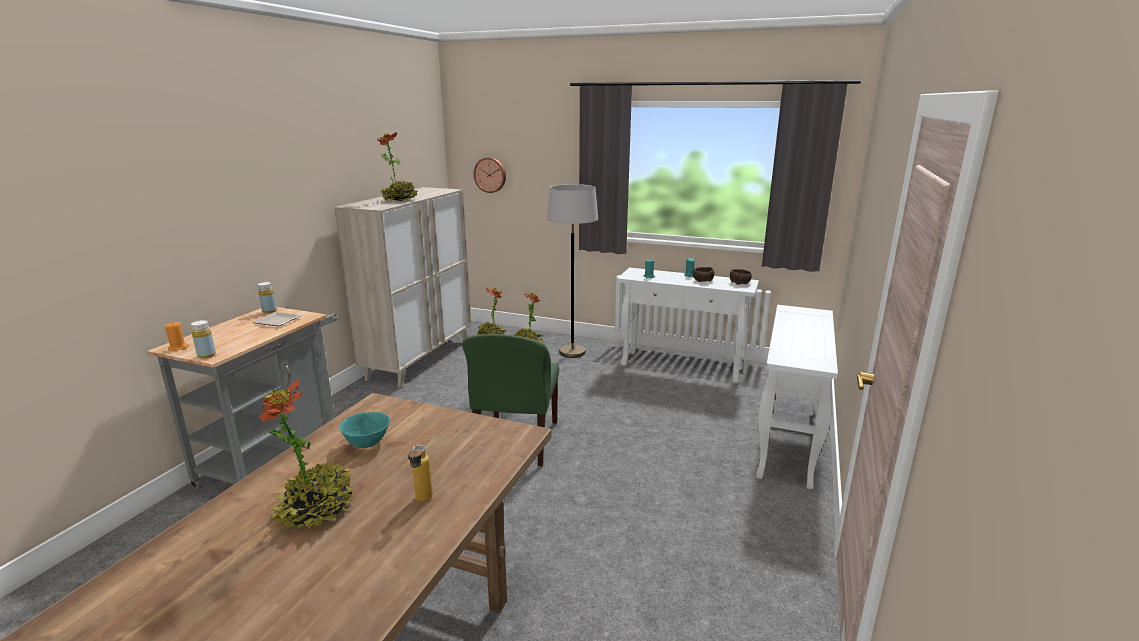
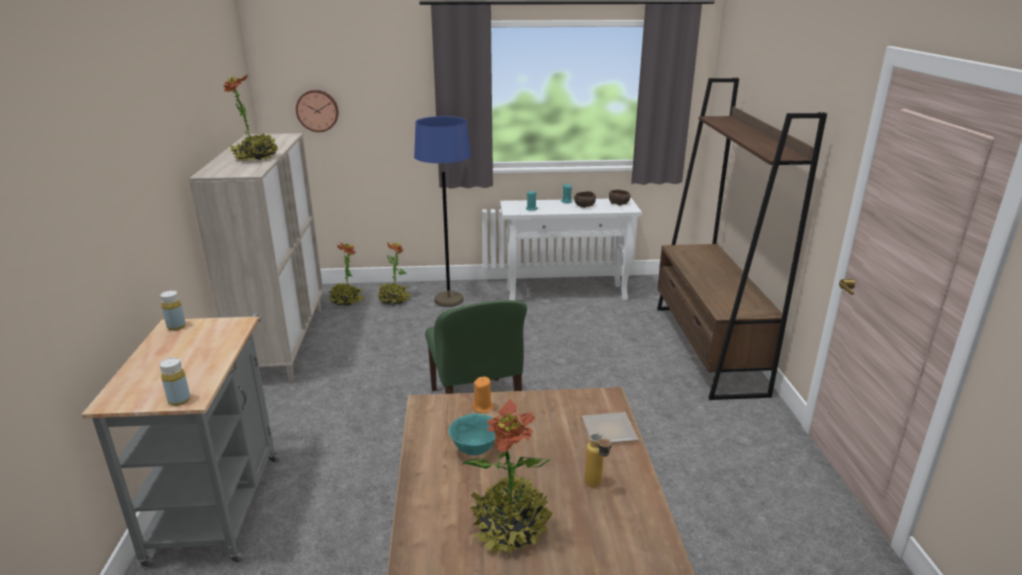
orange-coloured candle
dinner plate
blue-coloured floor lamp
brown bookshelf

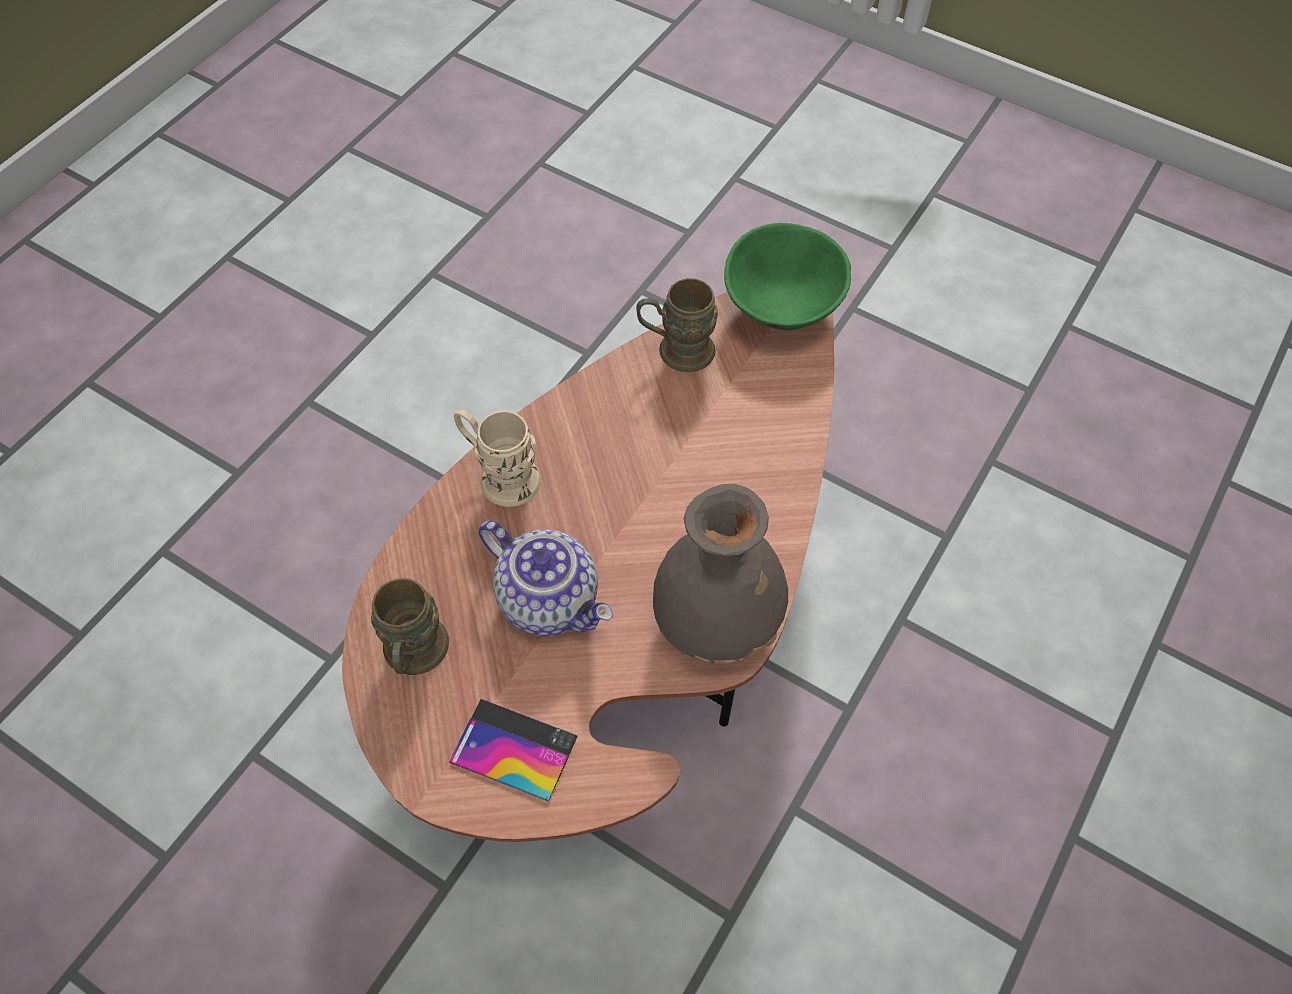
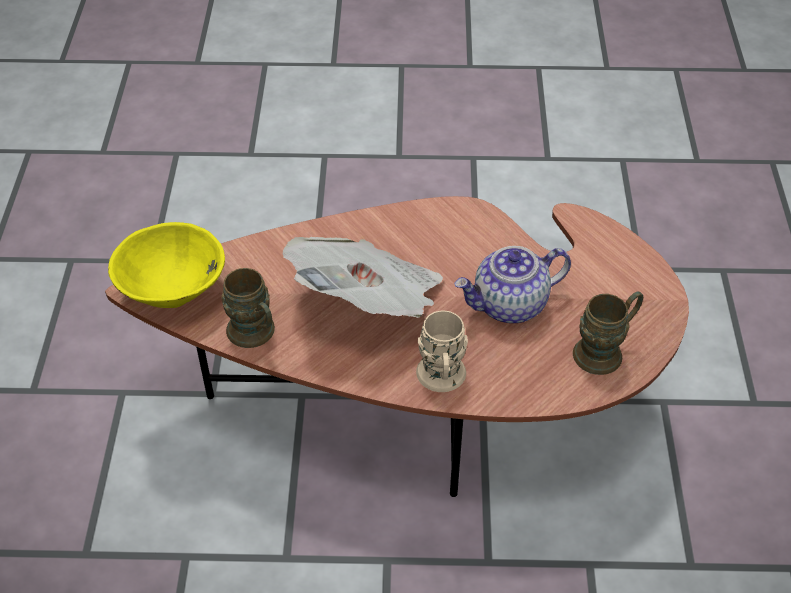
phone
teapot
greyish vase
yellow bowl
newspaper

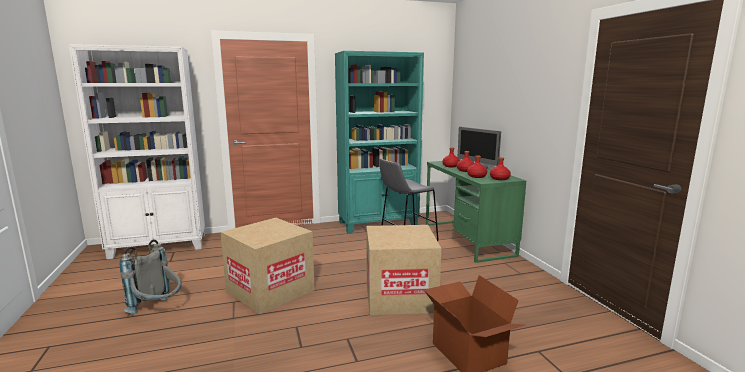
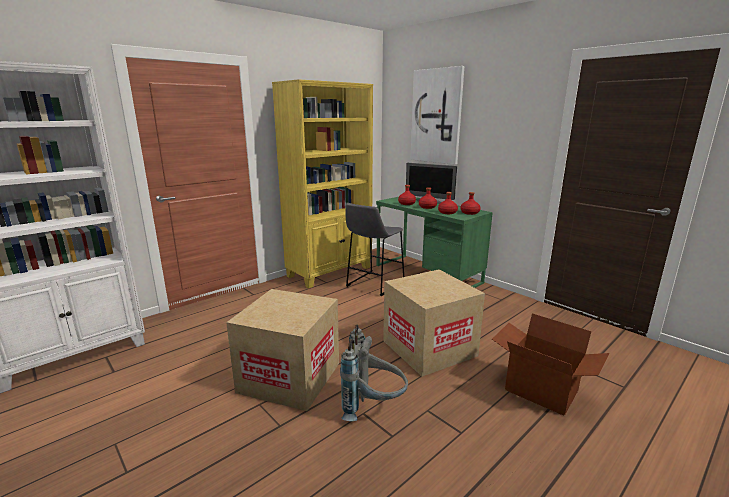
greyish rucksack
yellow bookshelf
wall art

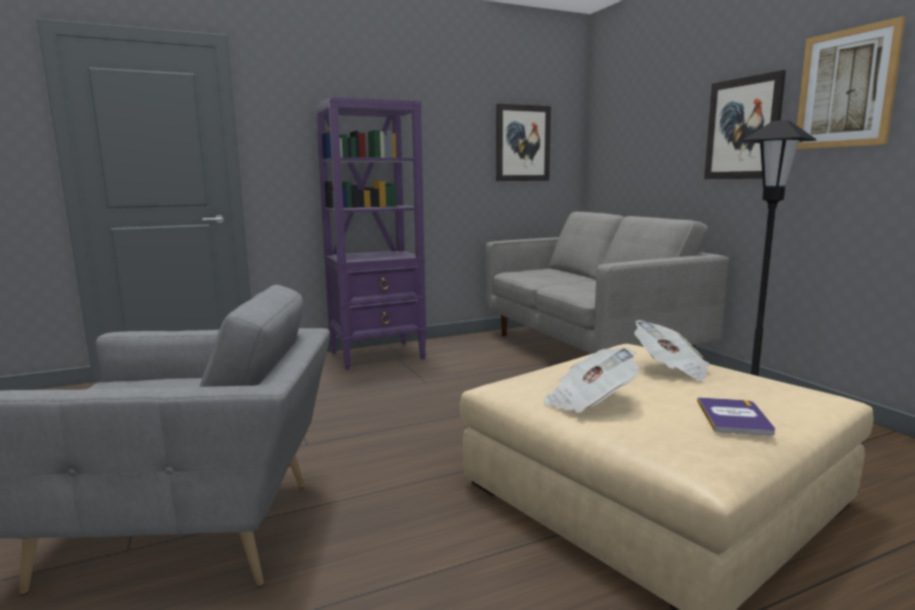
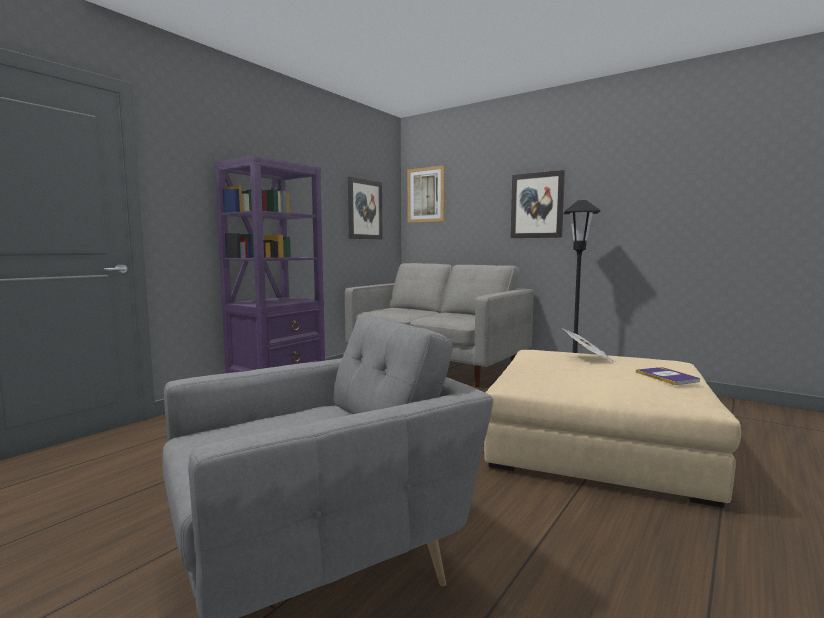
newspaper (1st from left in the first image)
wall art (2nd from left)

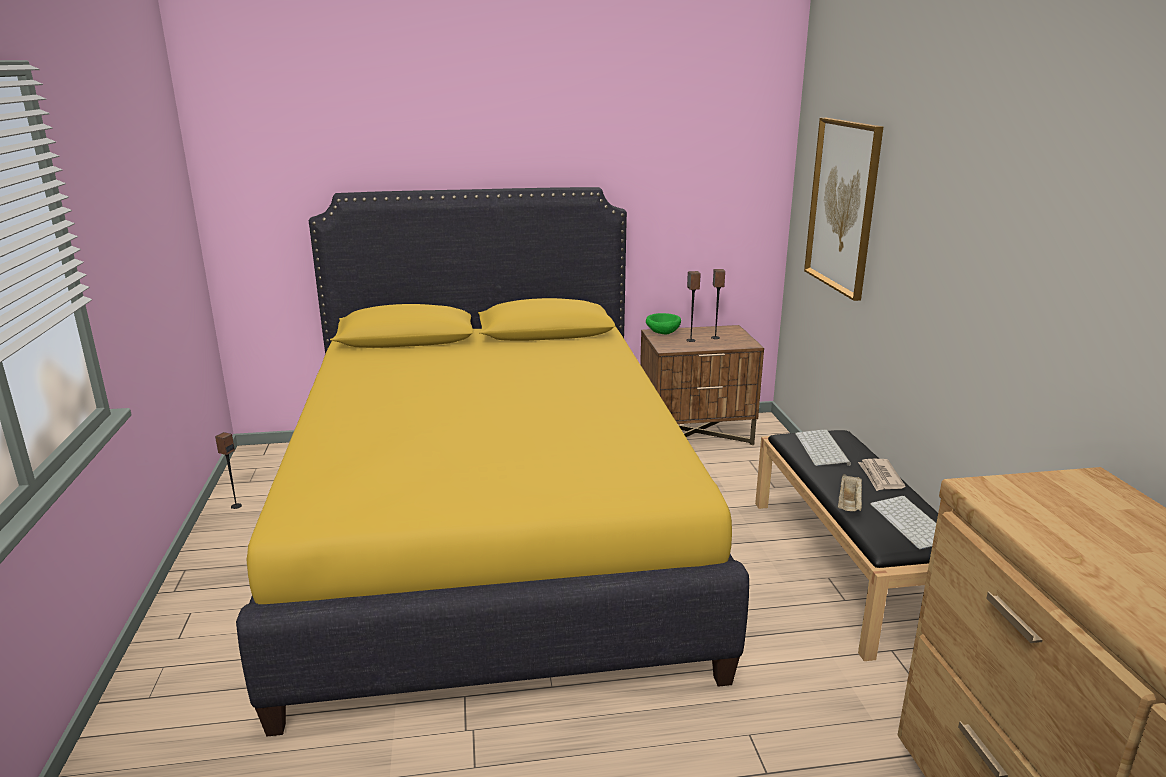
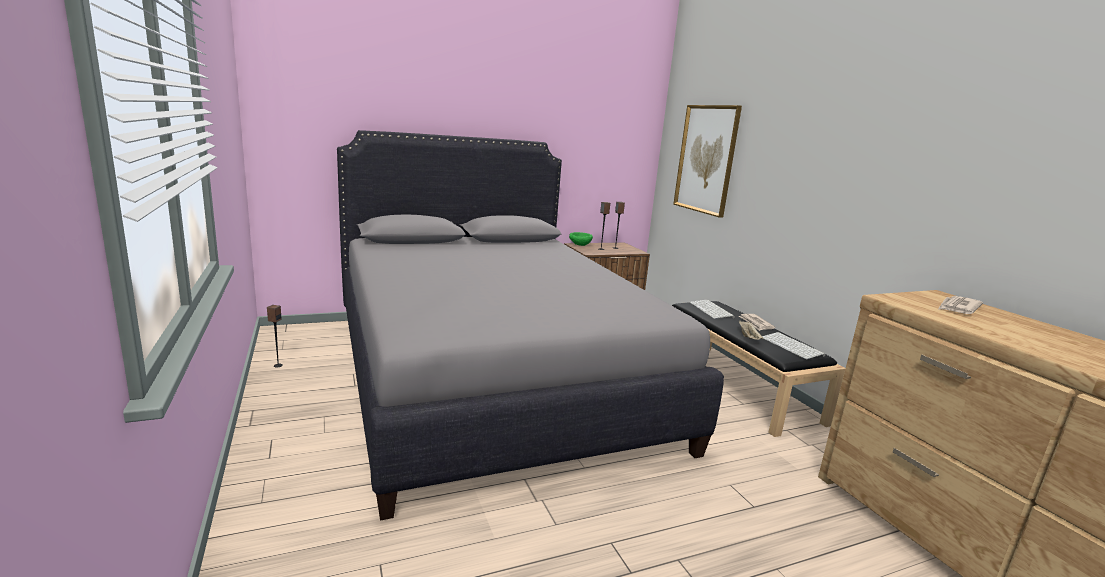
greyish sleeping bed
newspaper (2nd from left)

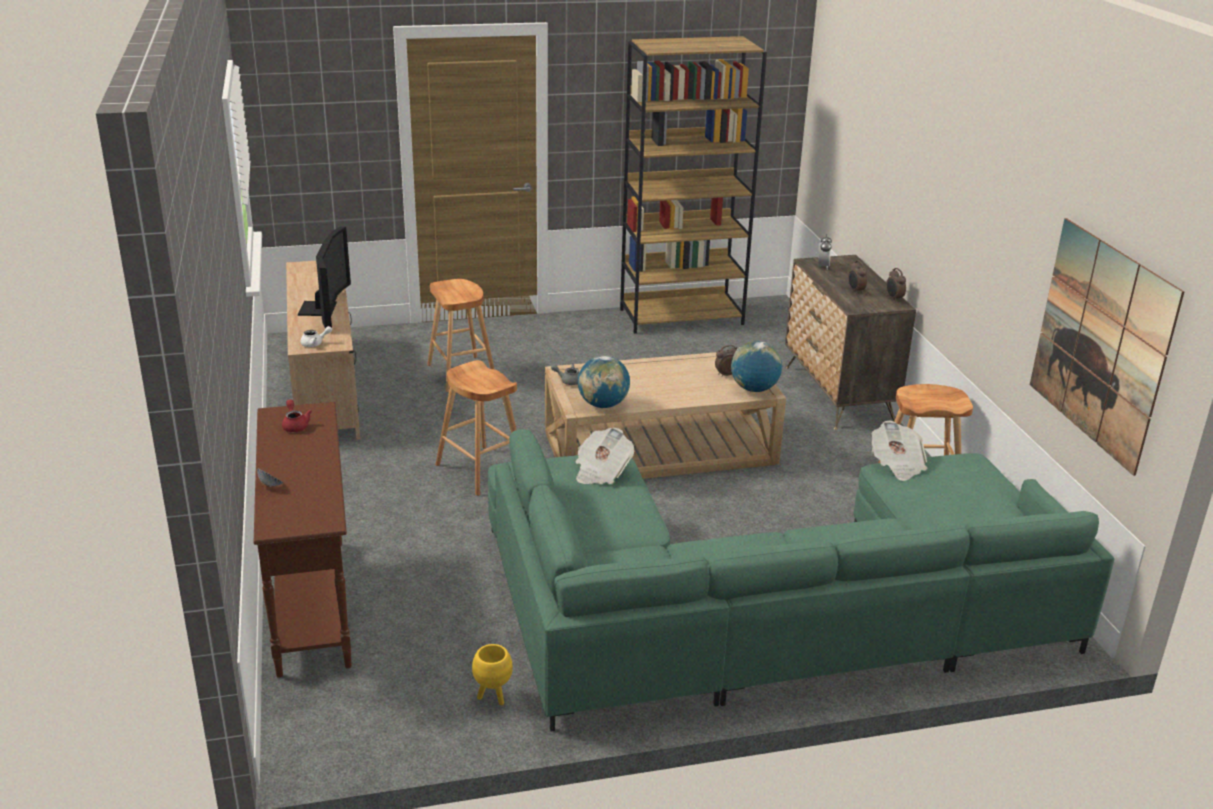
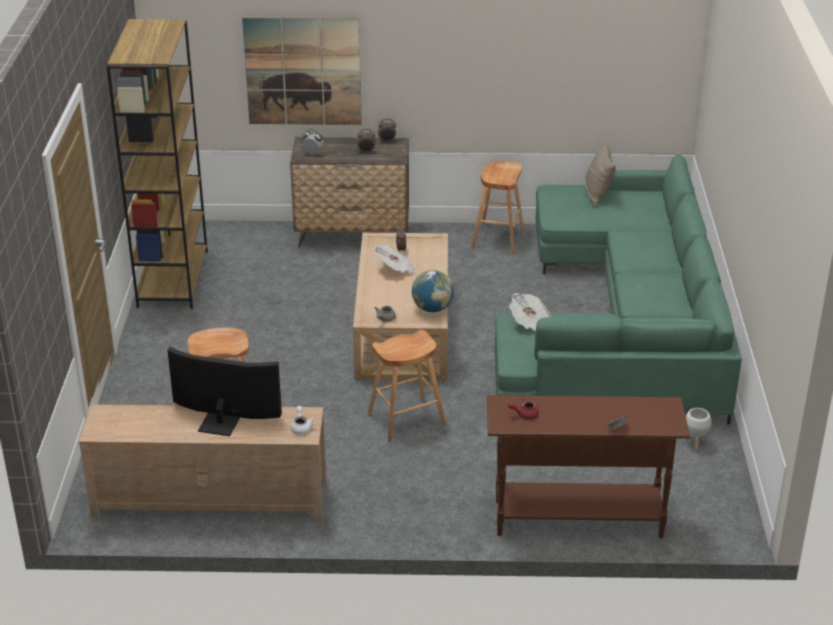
white-coloured flower pot
globe (2nd from left in the first image)
newspaper (1st from left)
wall art
beige-coloured throw pillow

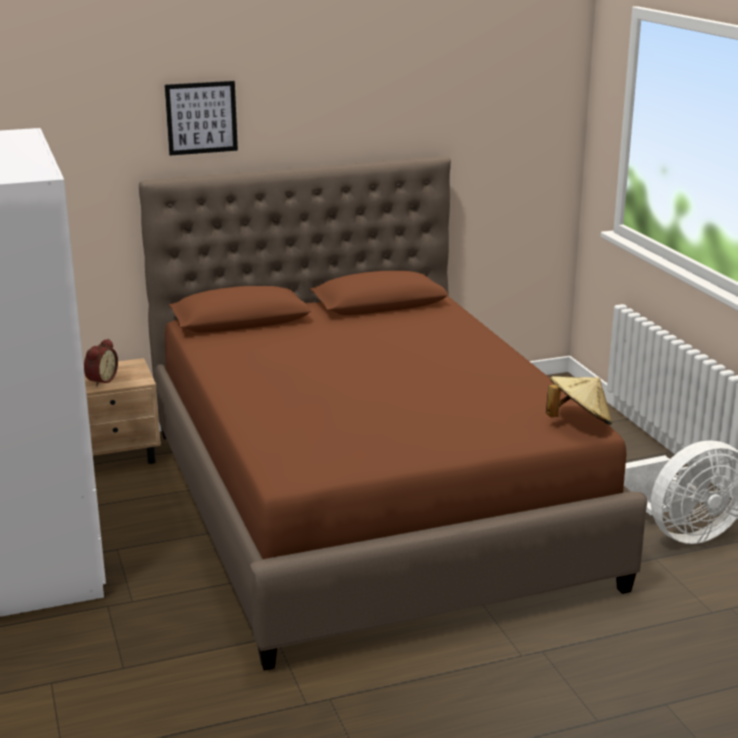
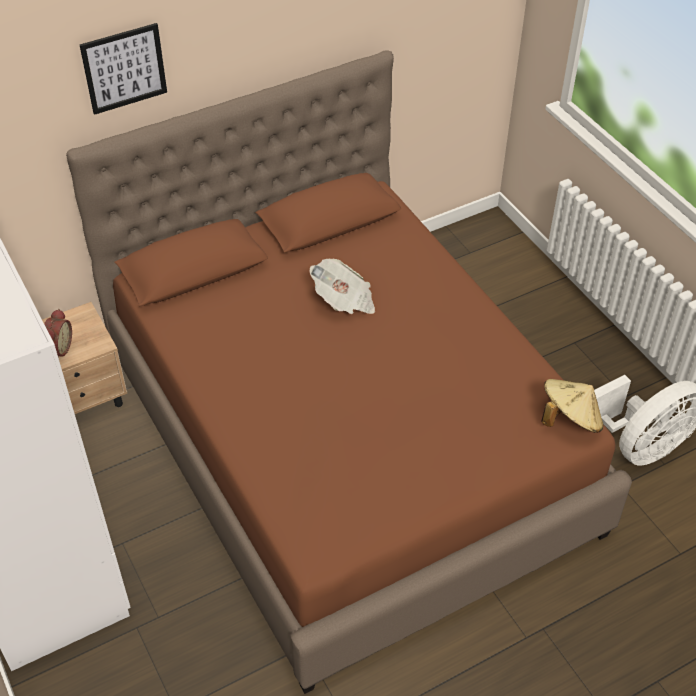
newspaper

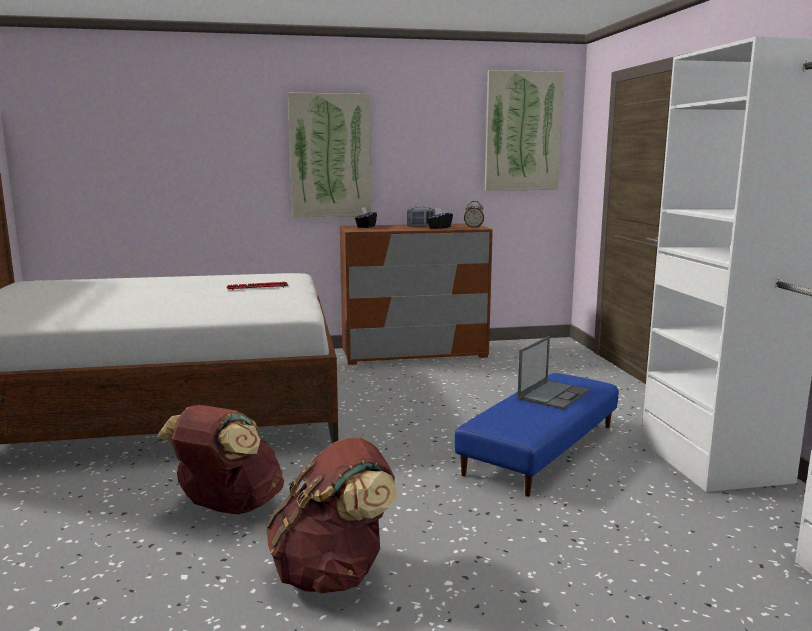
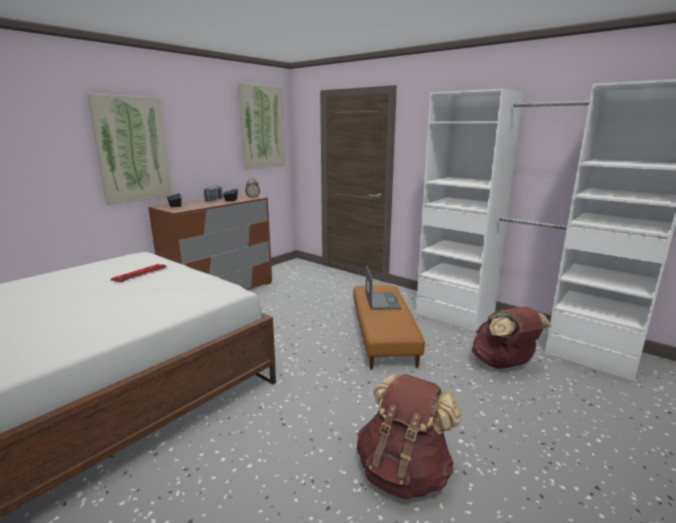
brown rucksack (2nd from left)
brown pouffe

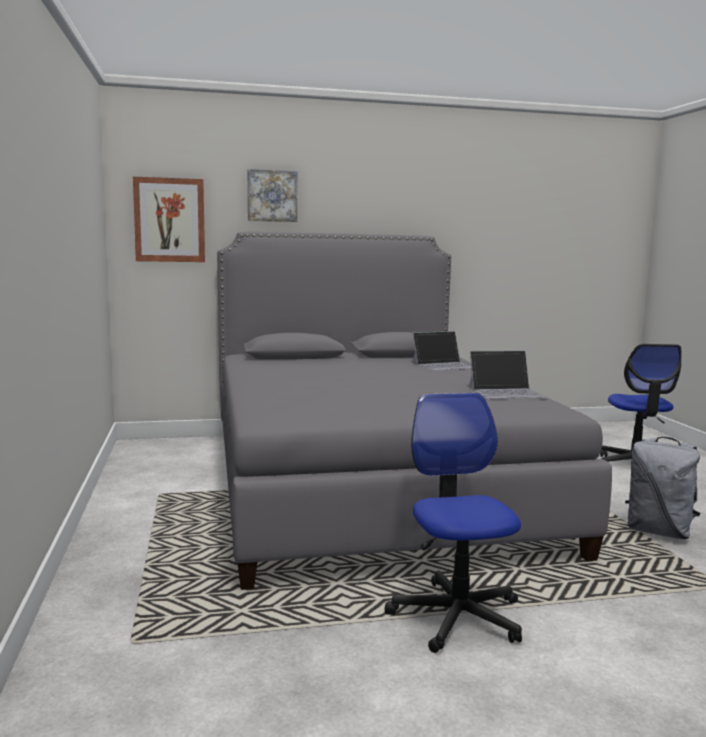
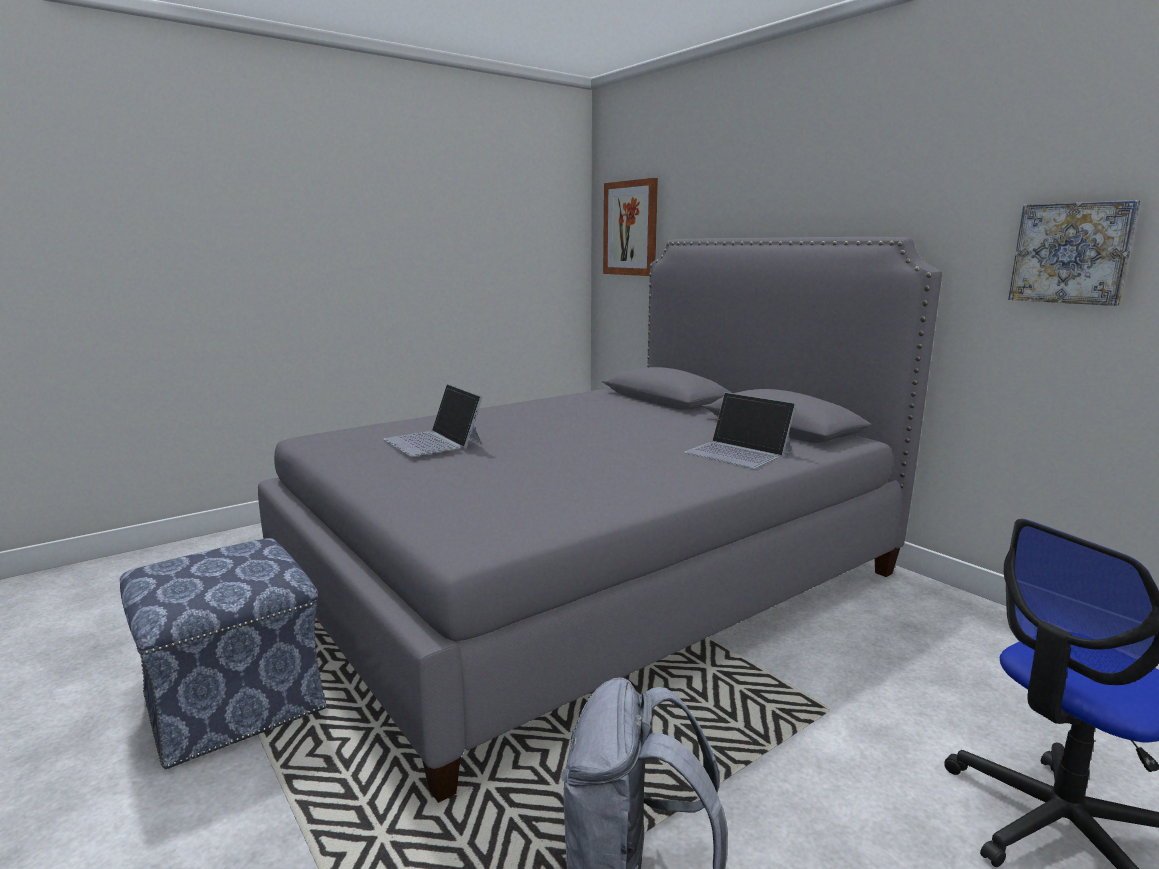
wall art (2nd from left)
pouffe
portable computer (1st from left)

